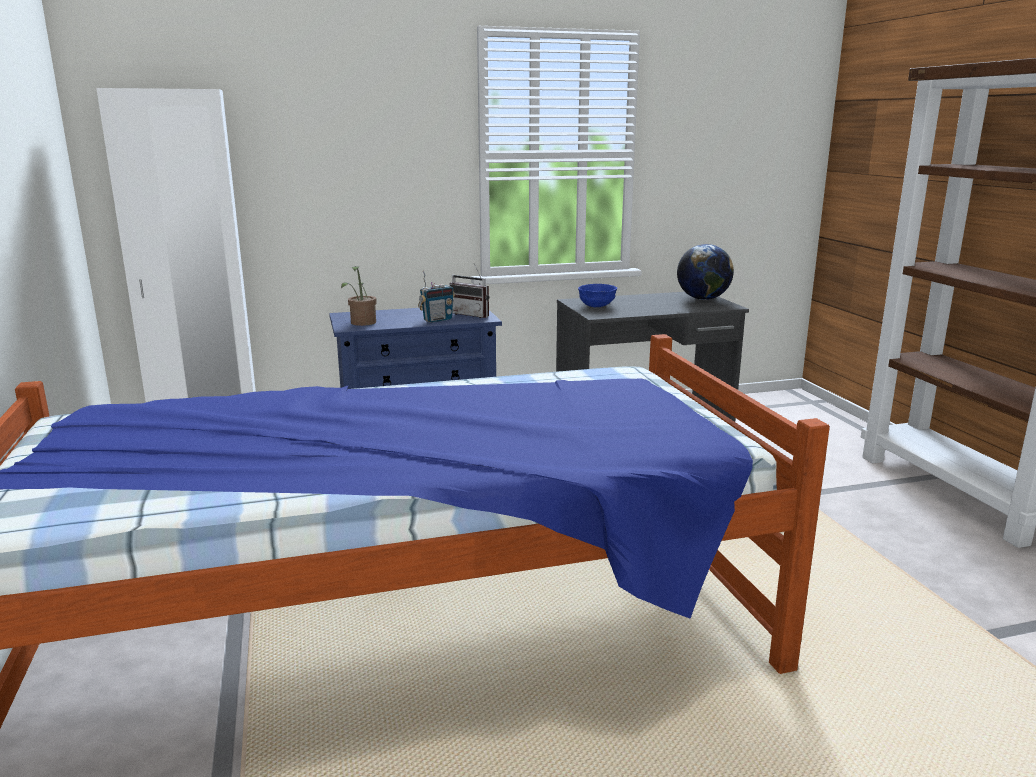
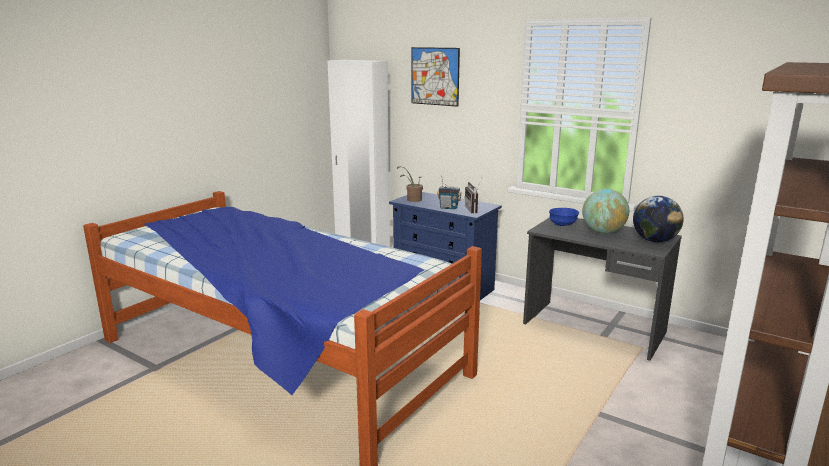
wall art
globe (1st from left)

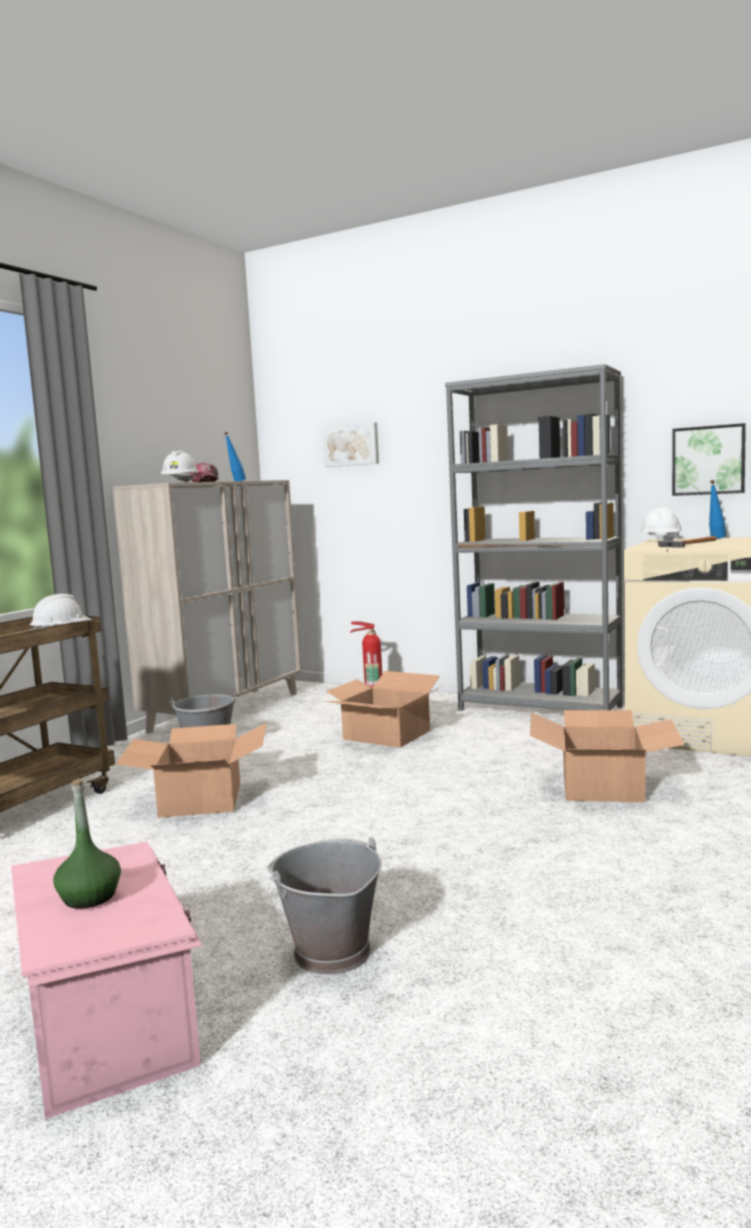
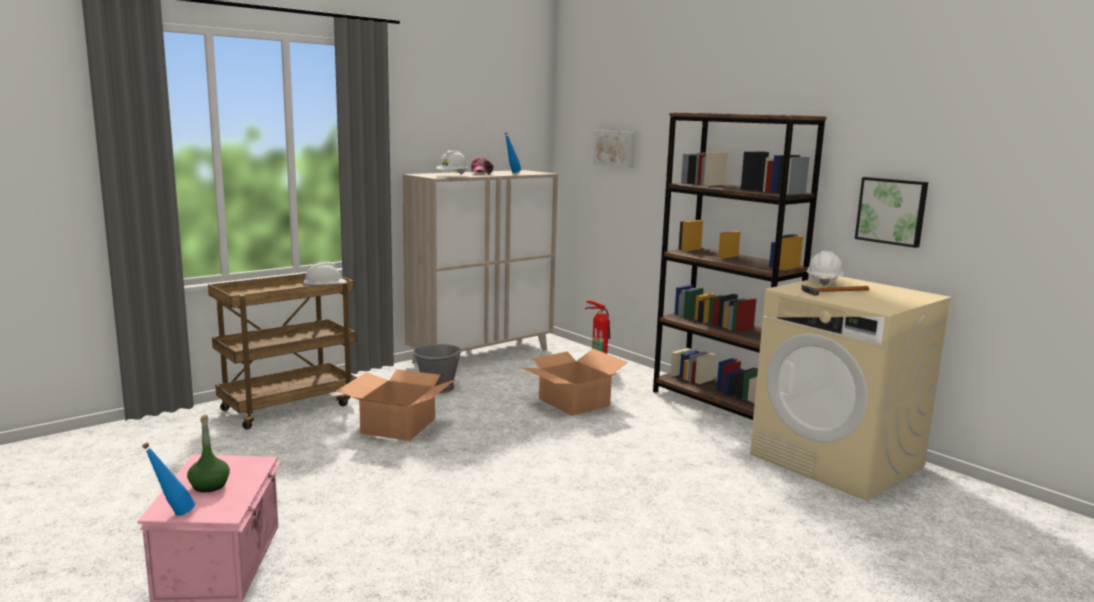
greyish bucket (2nd from left in the first image)
brown bookshelf
packing box (3rd from left in the first image)
blue-coloured beverage bottle (1st from left)

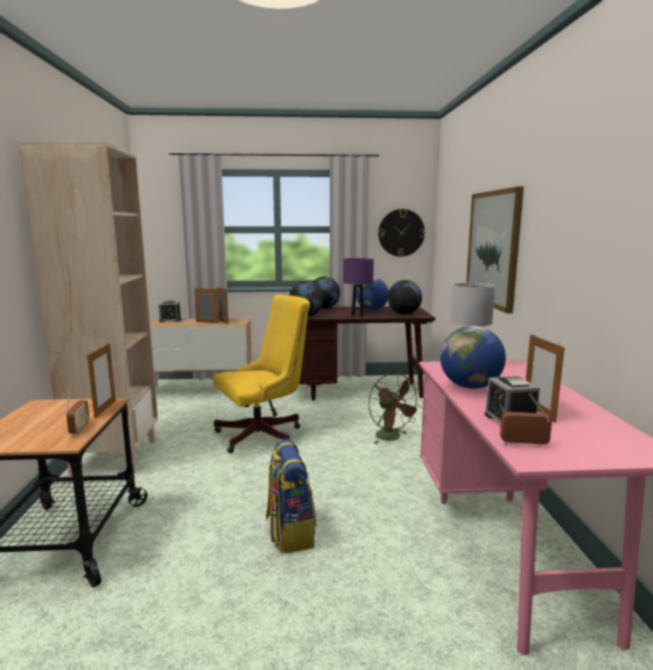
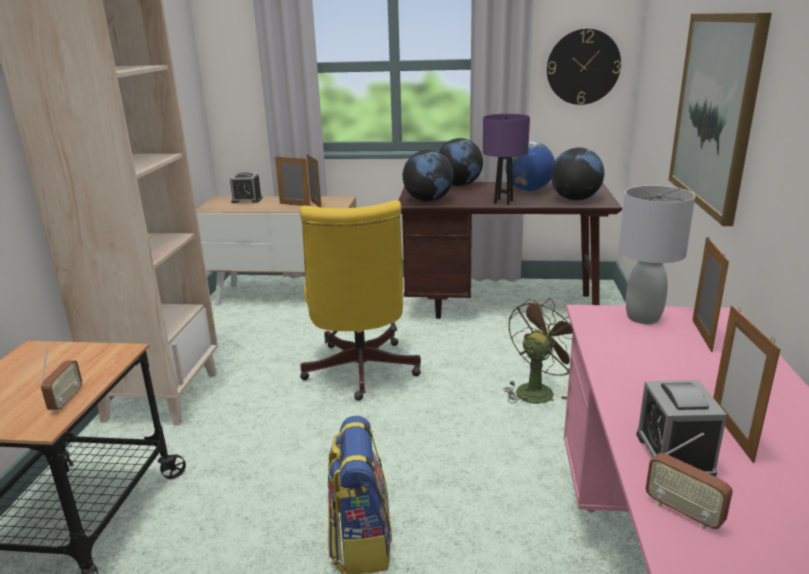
standing frame (3rd from left)
yellow office chair
brown fan
globe (5th from left in the first image)
radio (2nd from left)

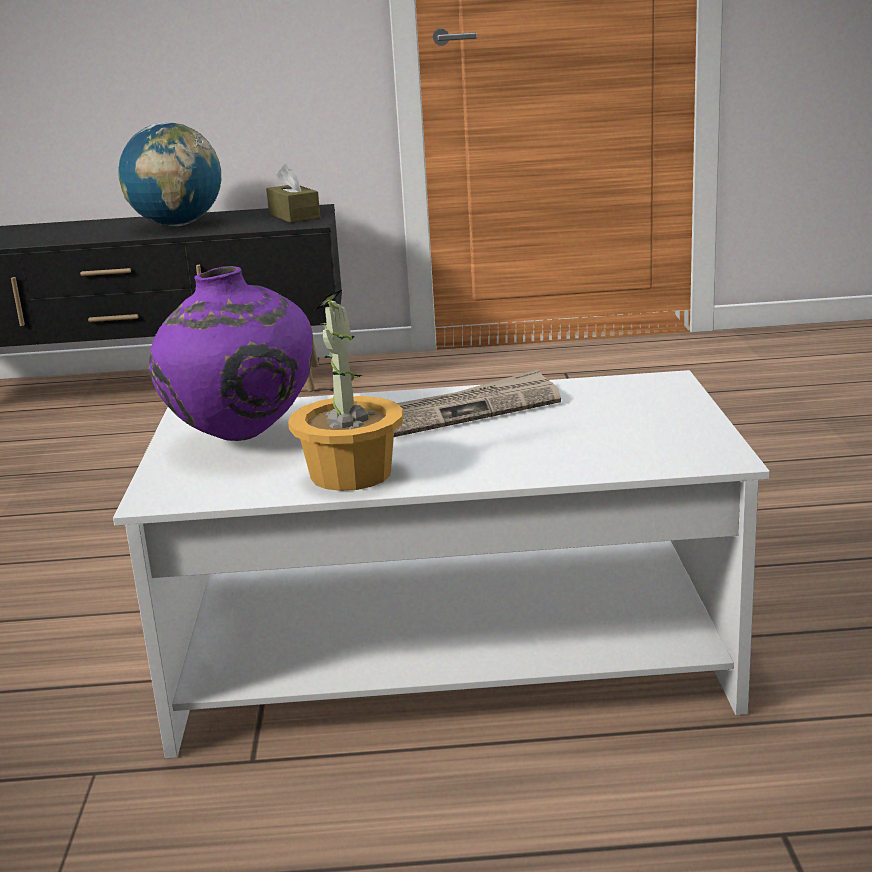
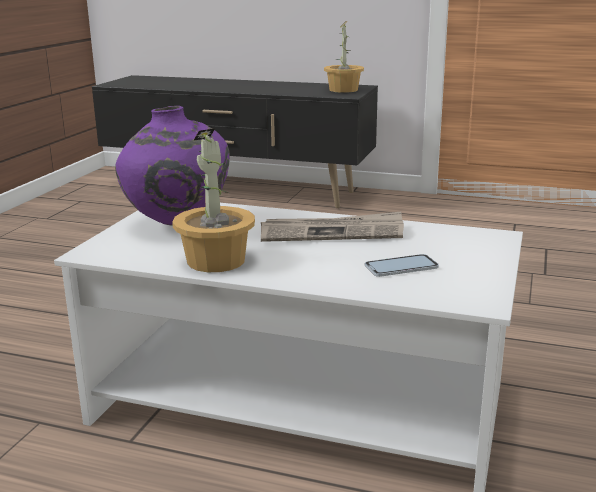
globe
houseplant (2nd from left)
phone

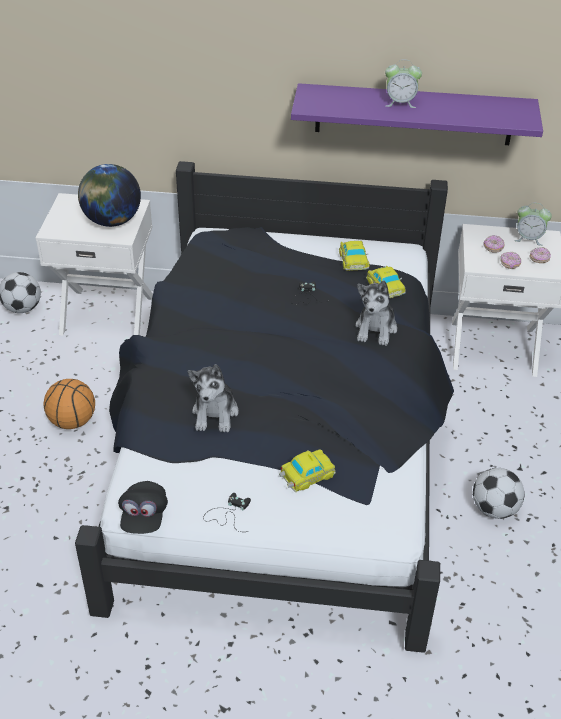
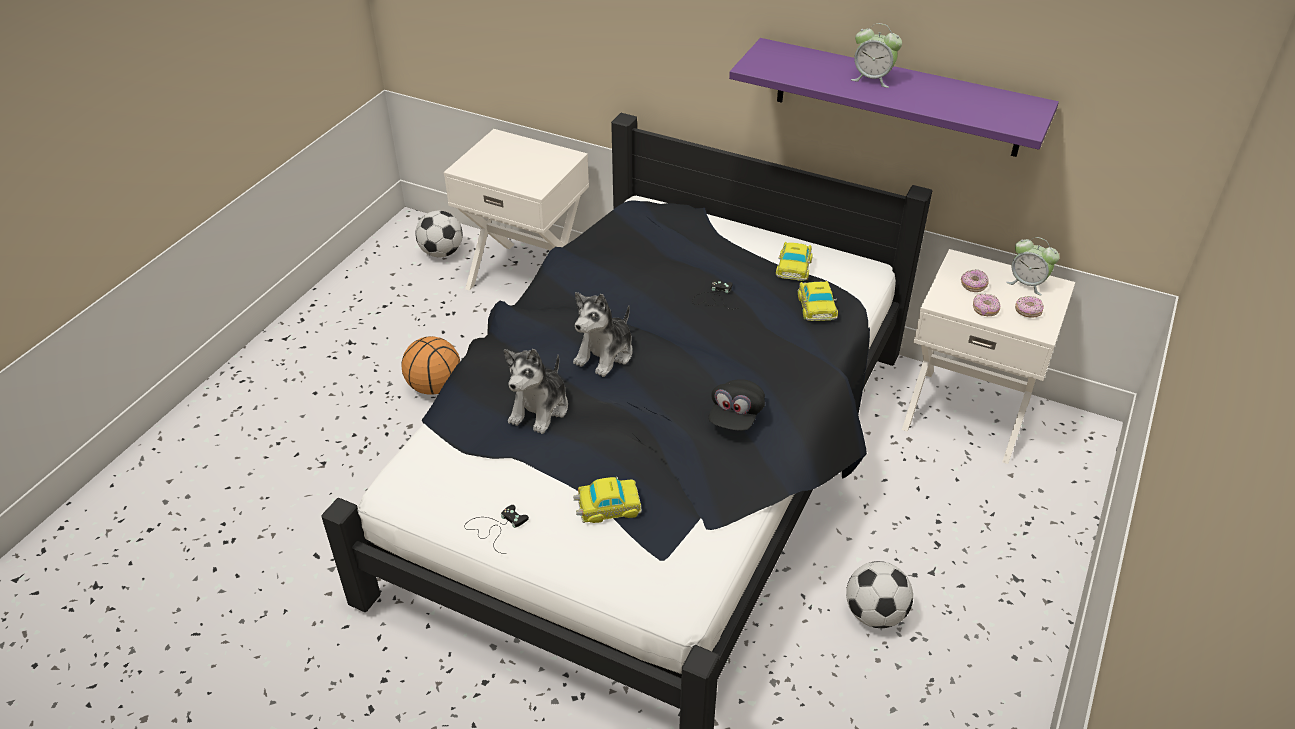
globe
blackish baseball cap
cuddly toy (2nd from left)

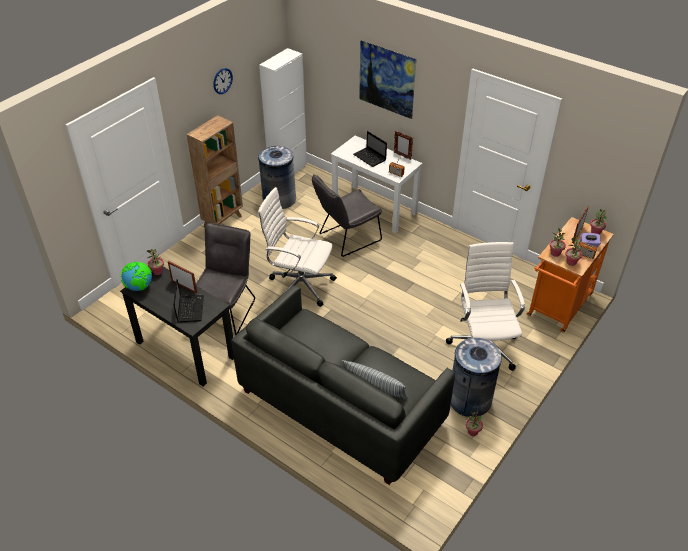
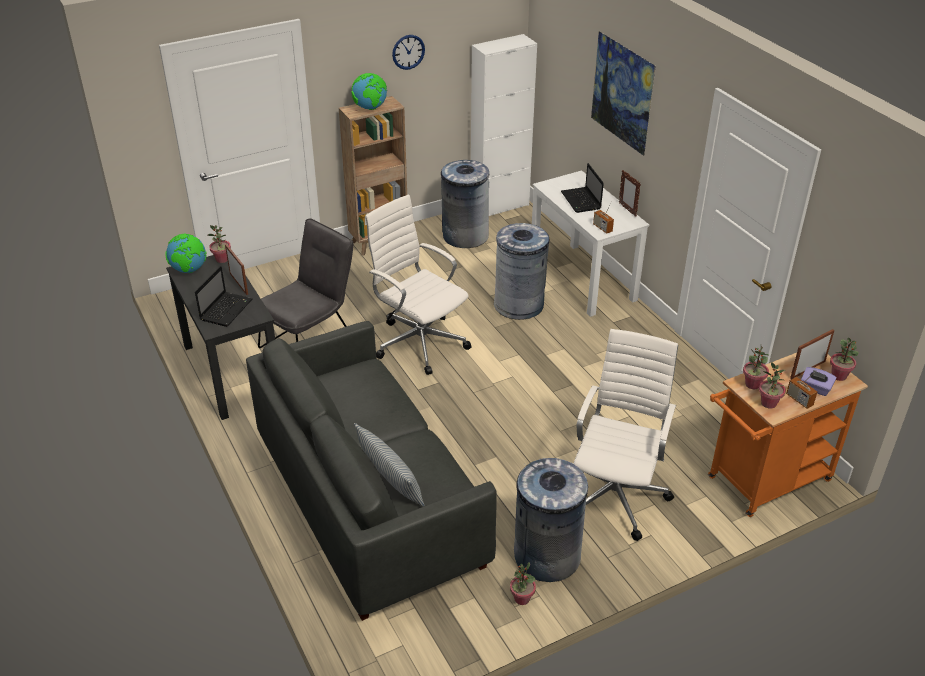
greyish waste bin (2nd from left)
globe (2nd from left)

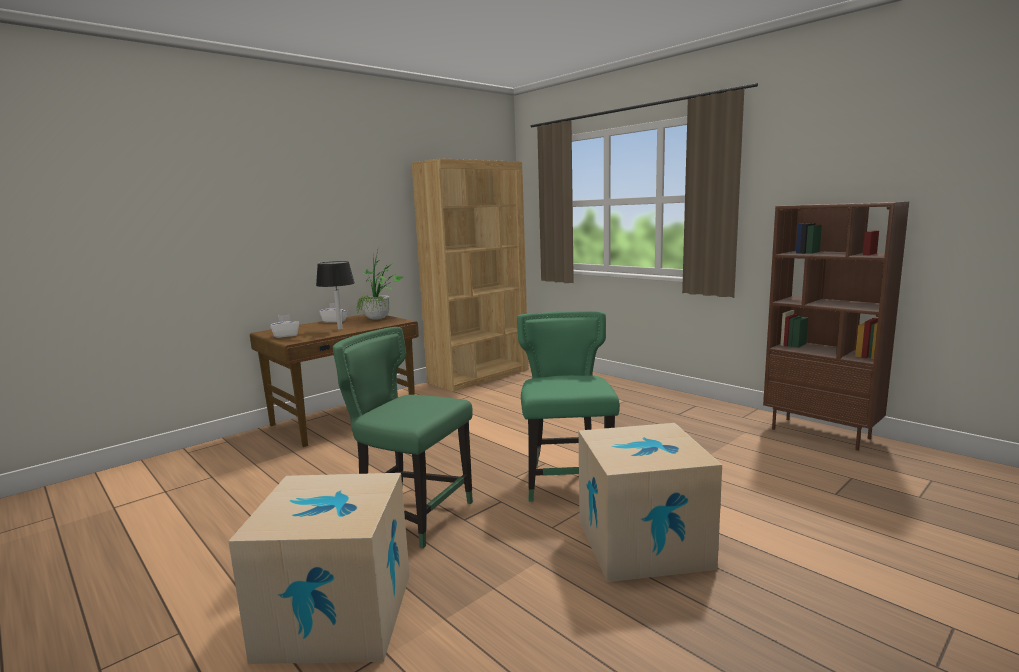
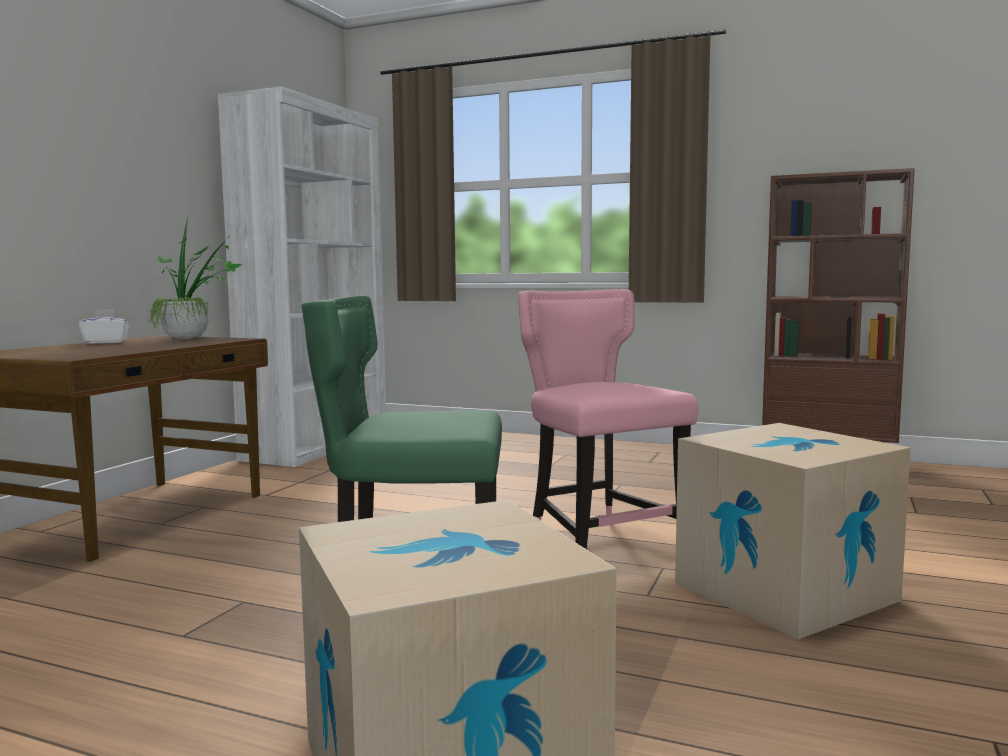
white-coloured box of tissues (1st from left in the first image)
blackish table lamp
white-coloured bookshelf
pinkish plain chair

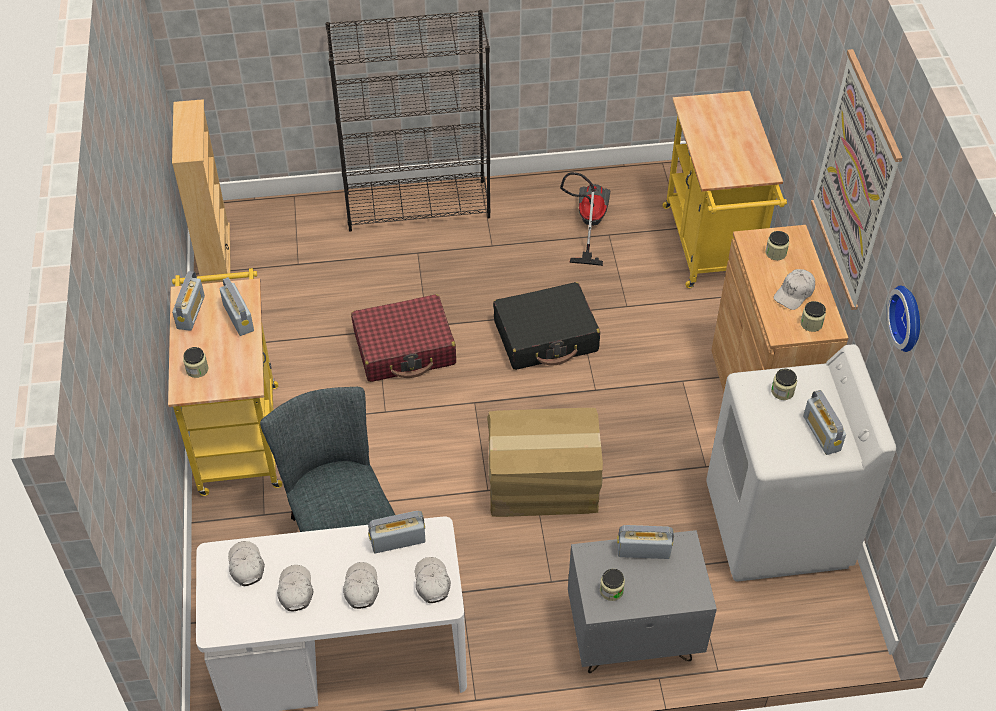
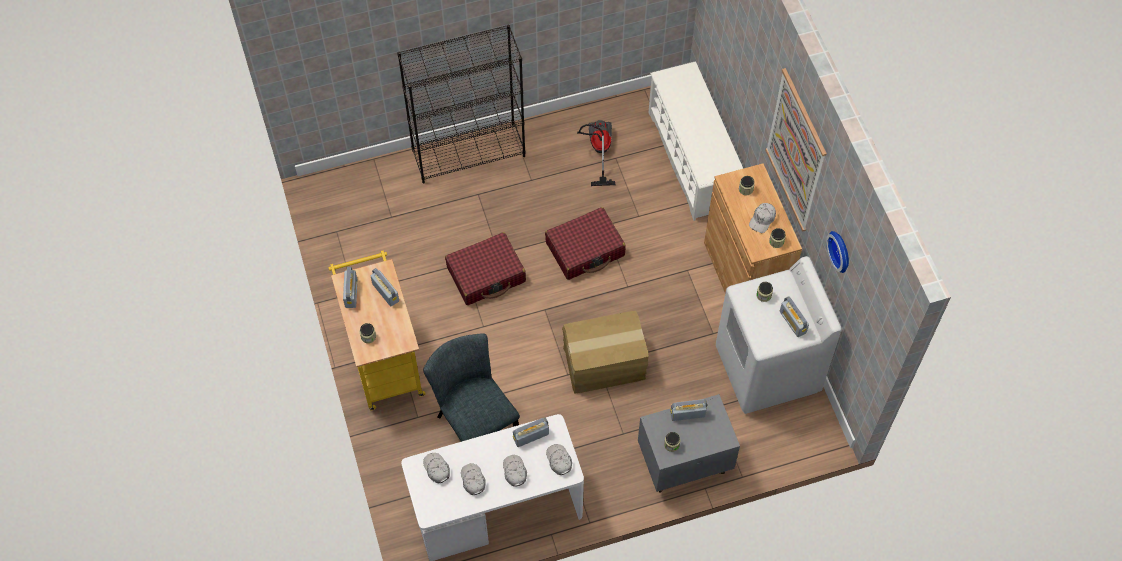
beige-coloured bookshelf
red piece of luggage (2nd from left)
white-coloured shoe stand

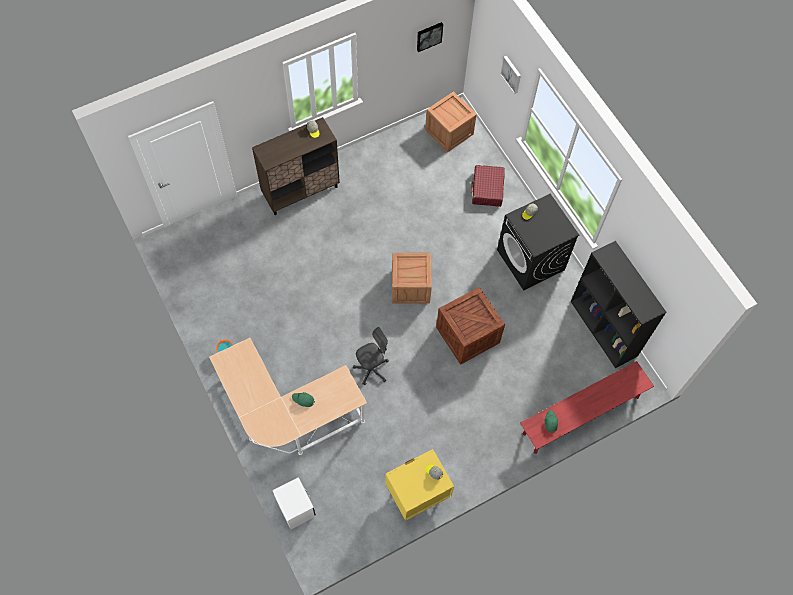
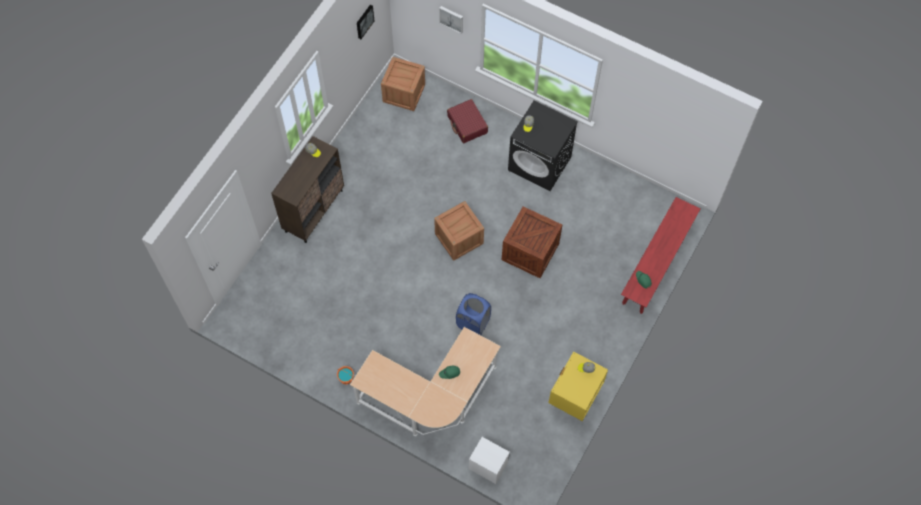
blue-coloured laundry basket
blackish bookshelf

